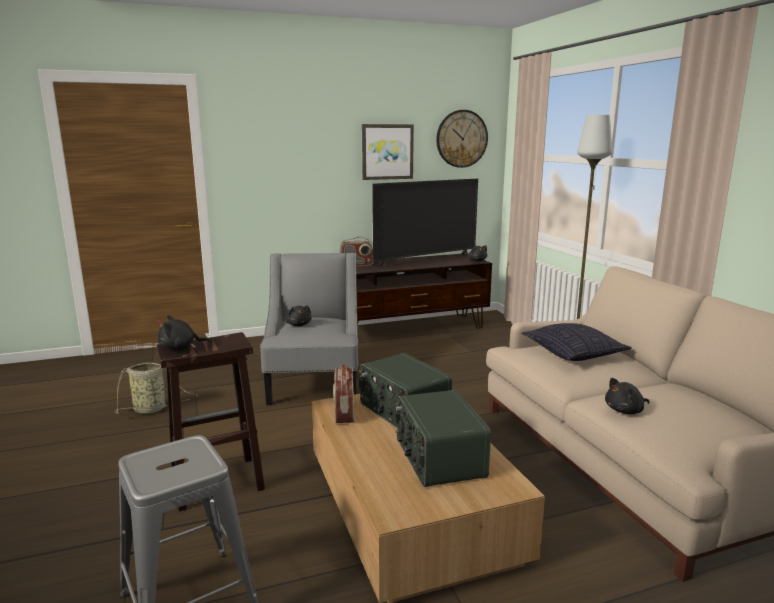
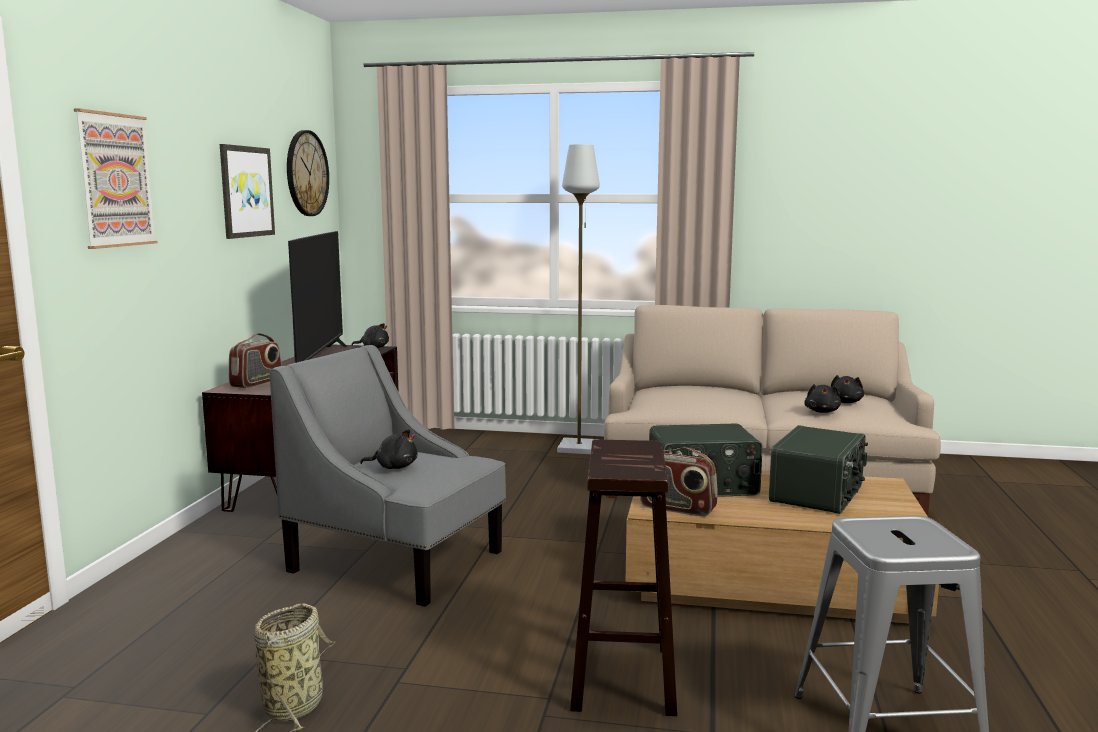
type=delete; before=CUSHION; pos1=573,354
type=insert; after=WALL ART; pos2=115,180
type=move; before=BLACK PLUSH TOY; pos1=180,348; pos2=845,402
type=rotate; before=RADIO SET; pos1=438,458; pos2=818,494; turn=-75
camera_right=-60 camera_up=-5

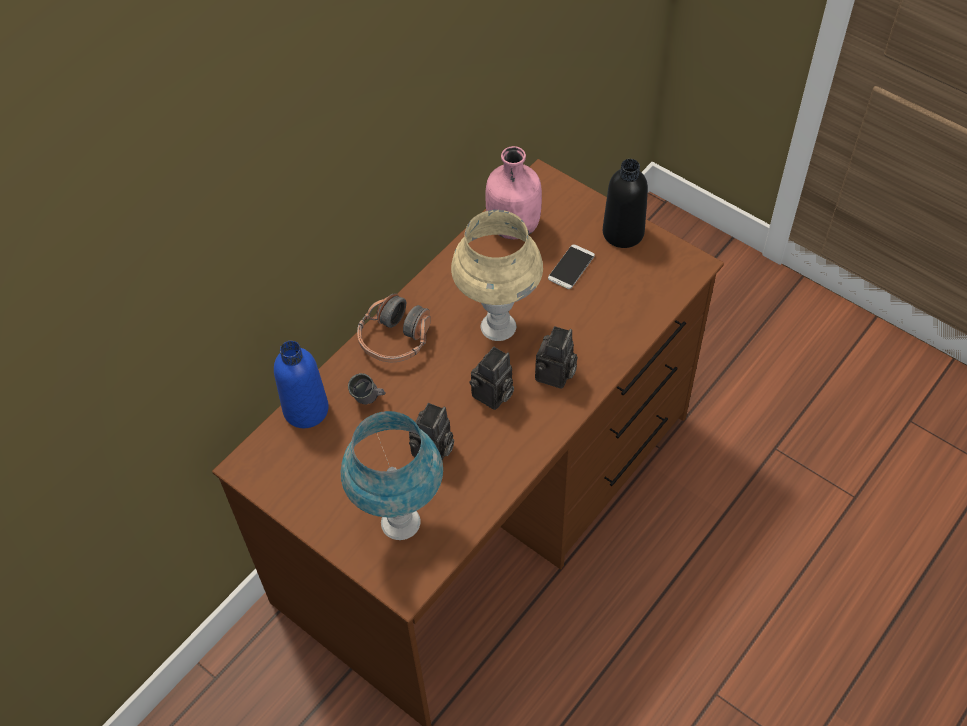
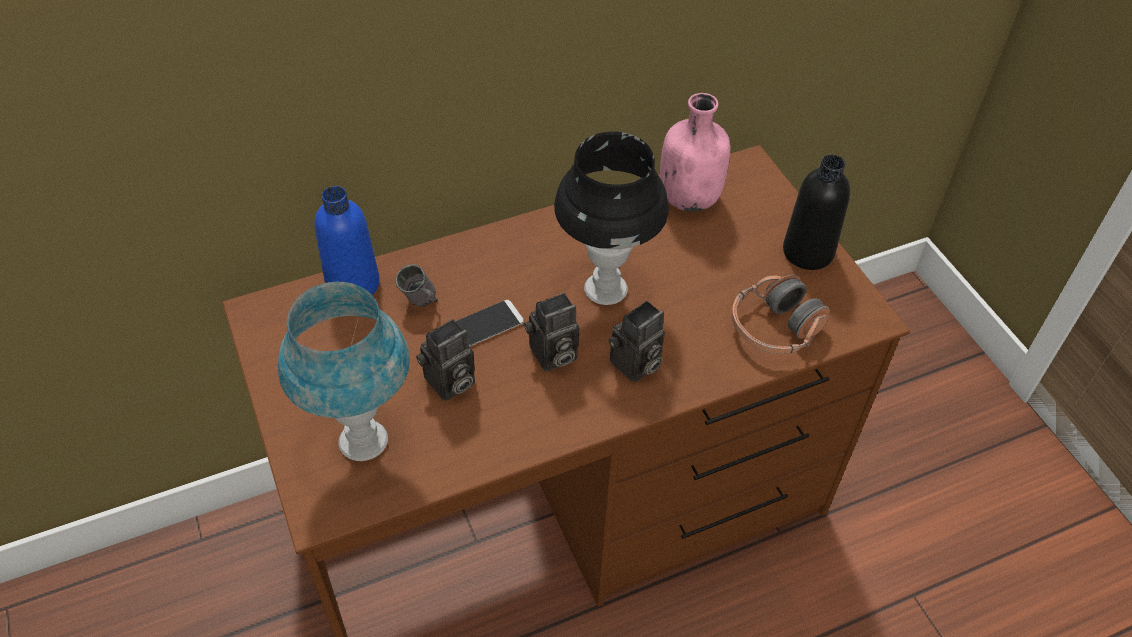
type=move; before=HEADPHONES; pos1=395,339; pos2=775,328
type=move; before=HANDSET; pos1=571,267; pos2=487,324
type=recolor; before=BEIGE-COLOURED TABLE LAMP; after=BLACK TABLE LAMP; pos1=498,327; pos2=605,290
camera_right=25 camera_up=-5

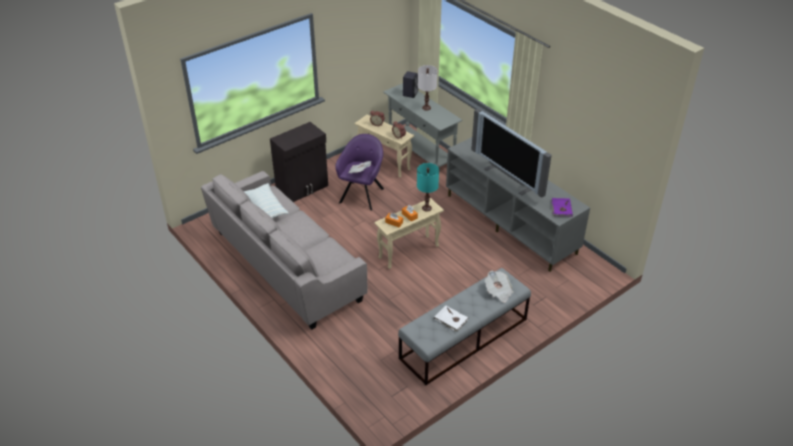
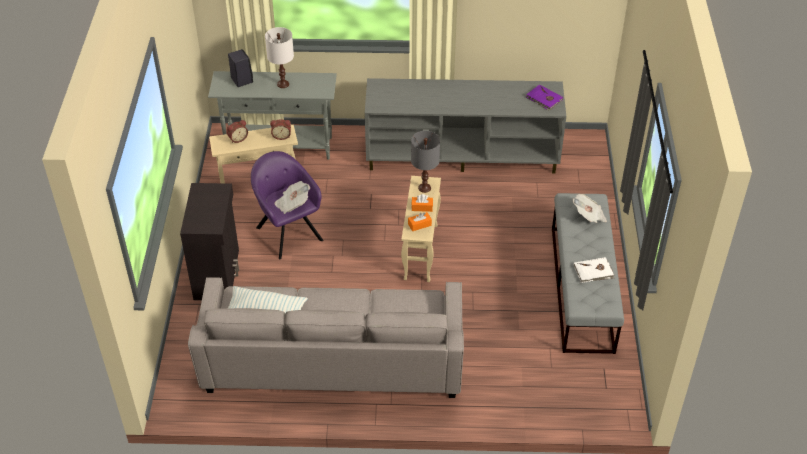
type=delete; before=TV SET; pos1=510,178
type=recolor; before=BLUE-GREEN TABLE LAMP; after=GREYISH TABLE LAMP; pos1=426,208; pos2=424,188
camera_right=-50 camera_up=5

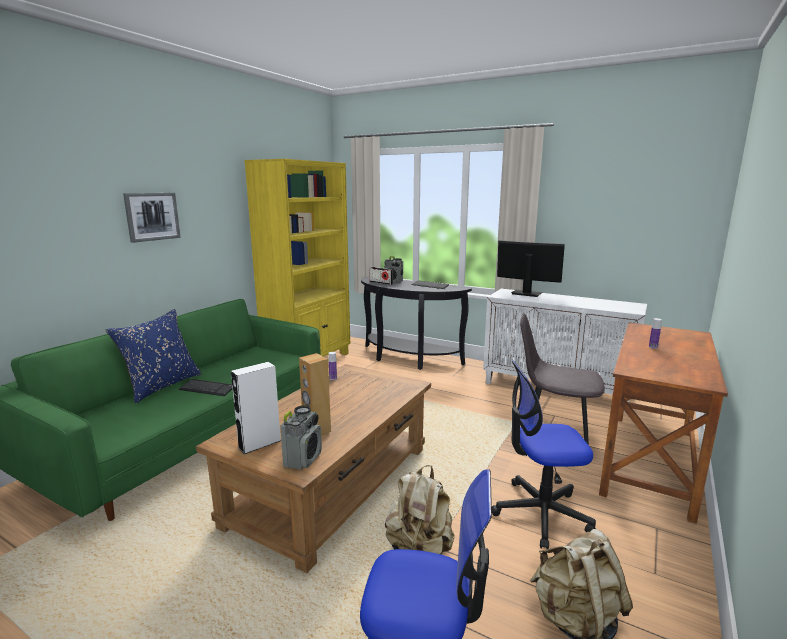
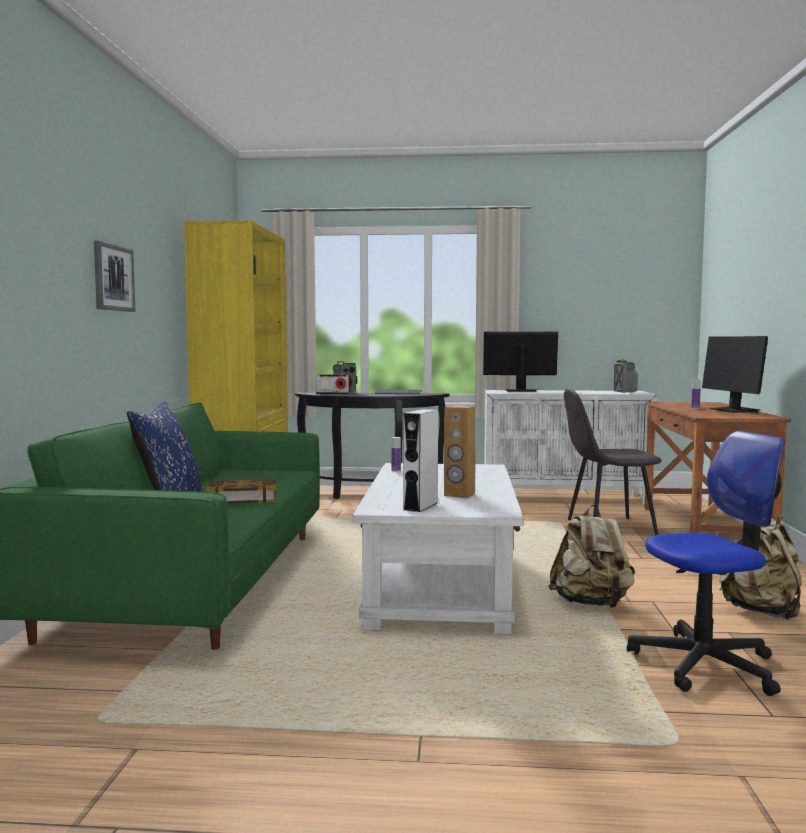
type=delete; before=COMPUTER CHAIR; pos1=540,513
type=insert; after=COMPUTER DISPLAY; pos2=734,410
type=move; before=RADIO SET; pos1=303,459; pos2=625,391
type=replace; before=COMPUTER KEYBOARD; after=VOLUME; pos1=207,389; pos2=242,497
type=recolor; before=BROWN-COLOURED COFFEE TABLE; after=WHITE-COLOURED COFFEE TABLE; pos1=333,484; pos2=440,584
camera_right=-25 camera_up=-10

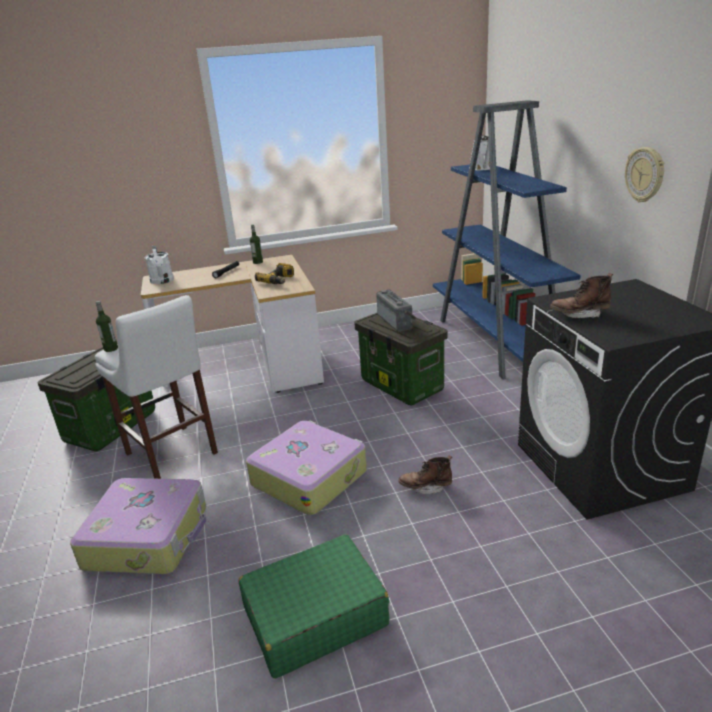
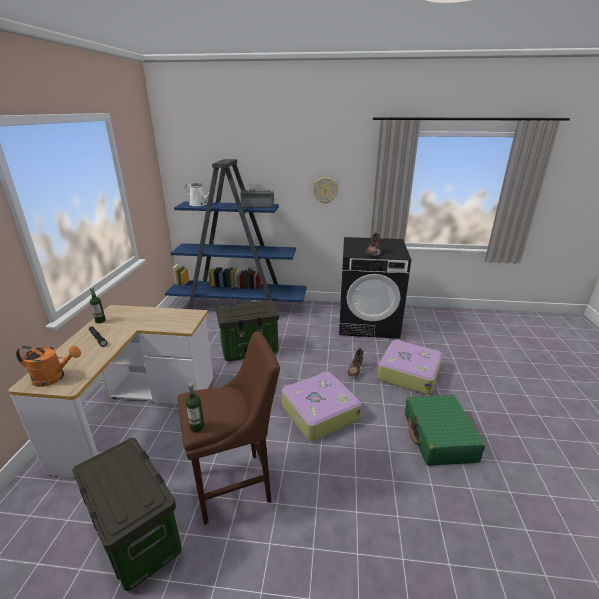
type=delete; before=DRILL; pos1=279,281
type=move; before=PIECE OF LUGGAGE; pos1=149,537; pos2=408,373
type=move; before=RADIO SET; pos1=397,321; pos2=258,206
type=recolor; before=WHITE-COLOURED SITTING STOOL; after=BROWN-COLOURED SITTING STOOL; pos1=173,455; pos2=237,485
type=recolor; before=WHITE-COLOURED WATERING POT; after=ORANGE-COLOURED WATERING POT; pos1=162,281; pos2=54,378
camera_right=-70 camera_up=0

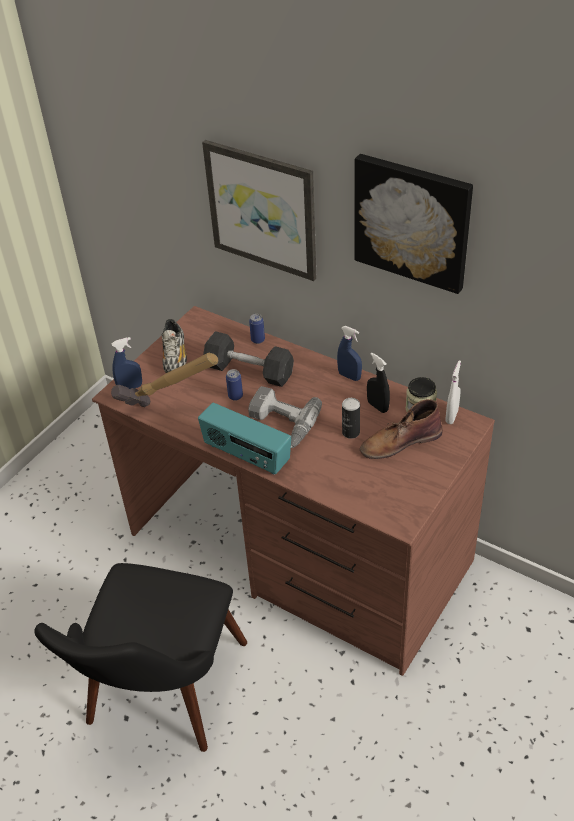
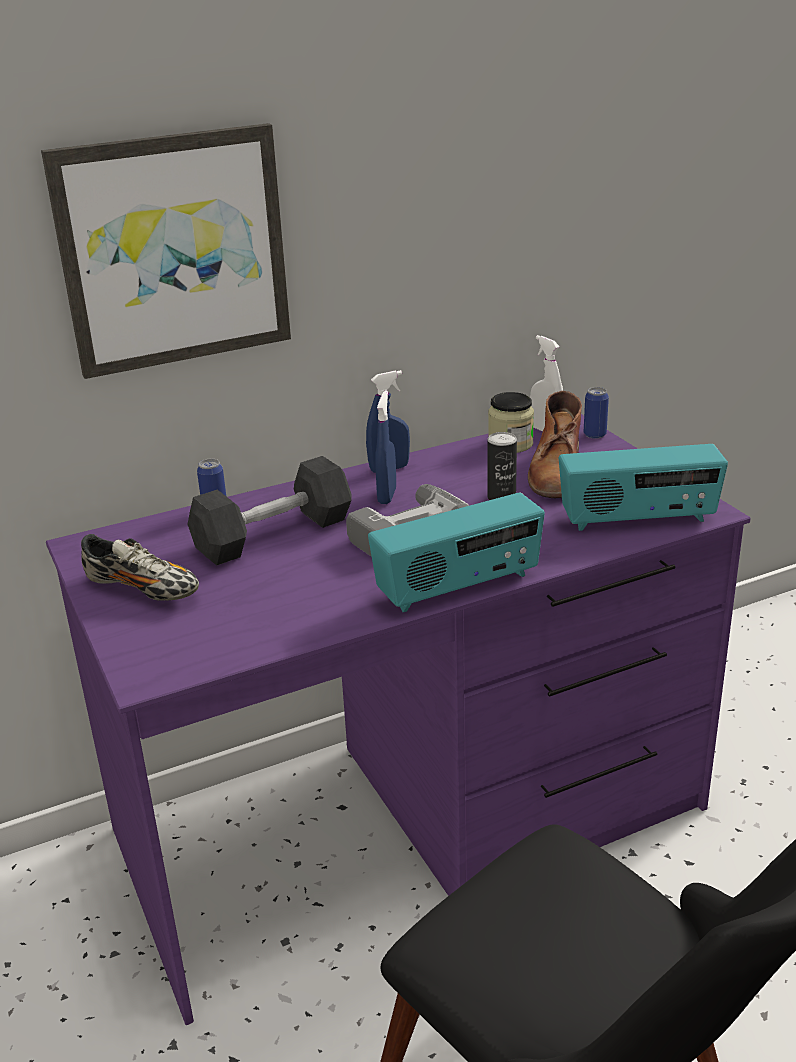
type=delete; before=HAND HAMMER; pos1=170,414
type=delete; before=WALL ART; pos1=413,221
type=delete; before=BLACK HAND SPRAYER; pos1=377,406
type=insert; after=RADIO SET; pos2=638,520
type=move; before=BLUISH HAND SPRAYER; pos1=130,387; pos2=387,496
type=move; before=CAN; pos1=235,396; pos2=594,434
type=recolor; before=BROWN-COLOURED DESK UNIT; after=PURPLE-COLOURED DESK UNIT; pos1=298,548; pos2=411,821
camera_right=-60 camera_up=-15

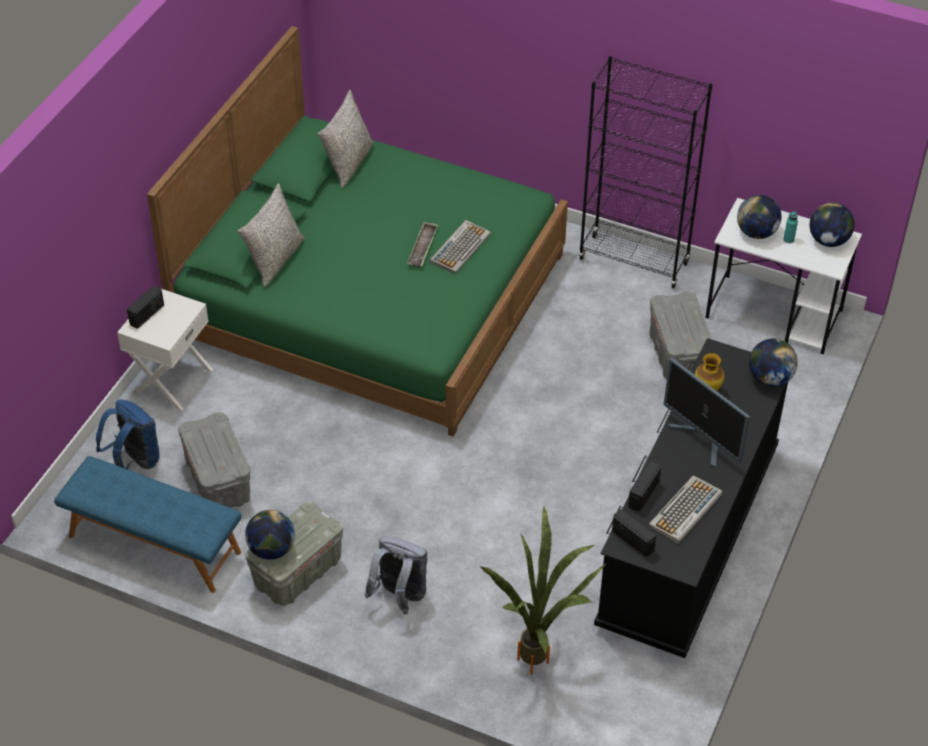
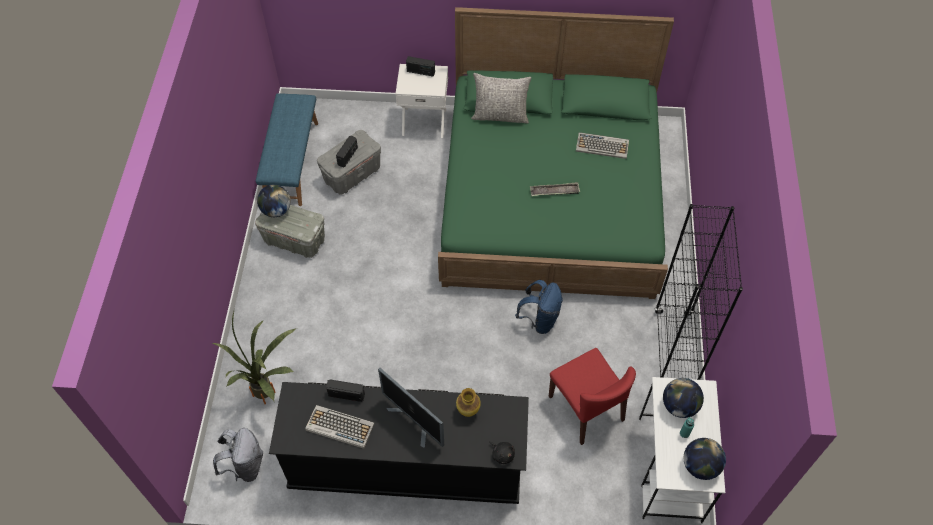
type=delete; before=GREYISH CUSHION; pos1=348,163
type=move; before=BLUISH KNAPSACK; pos1=134,461; pos2=540,319
type=move; before=GREYISH KNAPSACK; pos1=399,596; pos2=245,465
type=move; before=COMPUTER KEYBOARD; pos1=460,247; pos2=602,146
type=move; before=RADIO SET; pos1=633,540; pos2=348,156
type=replace; before=GREYISH STORAGE CONTAINER; after=RED-COLOURED PLAIN CHAIR; pos1=678,356; pos2=586,408
type=replace; before=DESK GLOBE; after=BLACK PLUSH TOY; pos1=769,378; pos2=502,454
type=rotate; before=COMPUTER DISPLAY; pos1=703,440; pos2=415,421; turn=-75
camera_right=70 camera_up=10

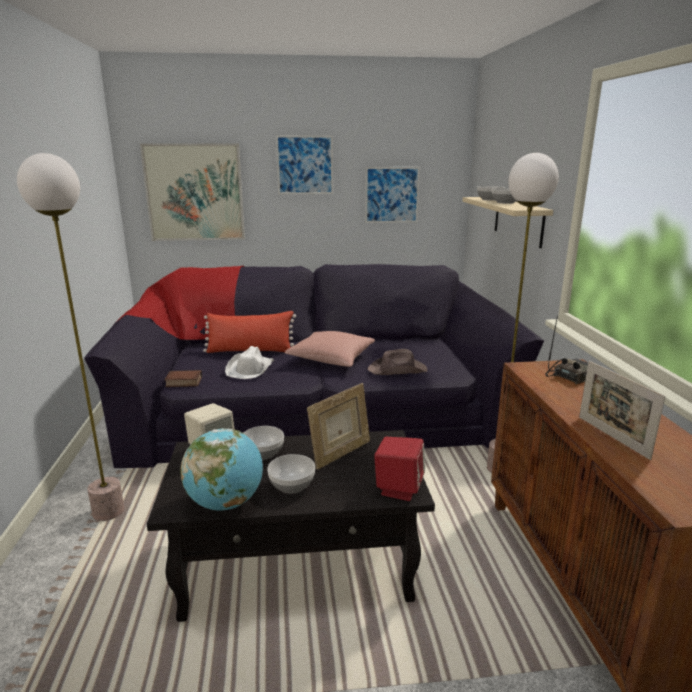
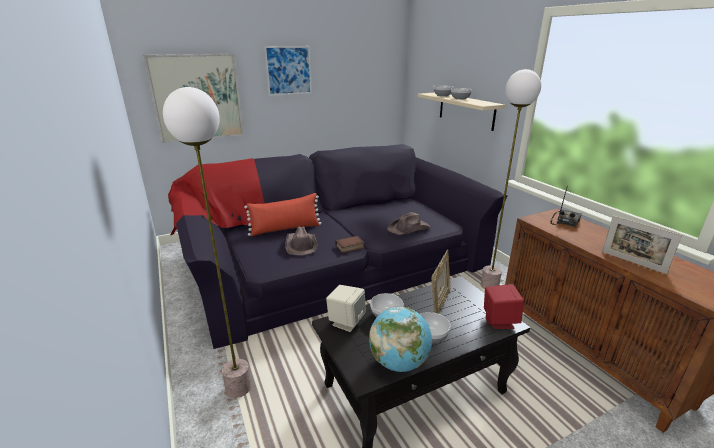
type=delete; before=PINKISH CUSHION; pos1=331,359
type=delete; before=WALL ART; pos1=391,195
type=move; before=VOLUME; pos1=183,382; pos2=350,247
type=recolor; before=WHITE-COLOURED CLOTHING HAT; after=BROWN-COLOURED CLOTHING HAT; pos1=250,369; pos2=301,245
camera_right=-20 camera_up=5

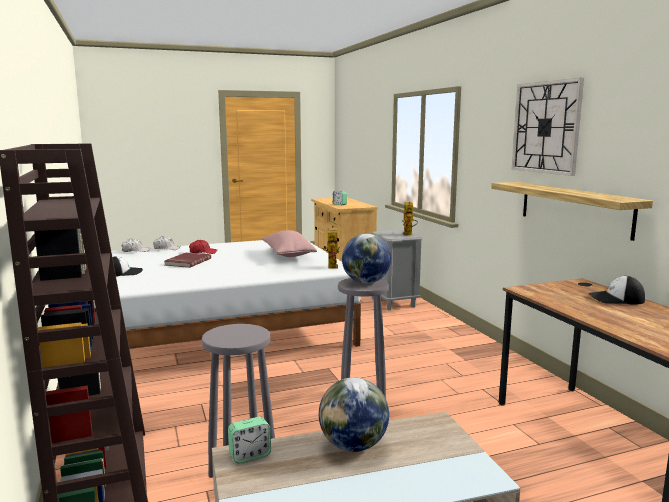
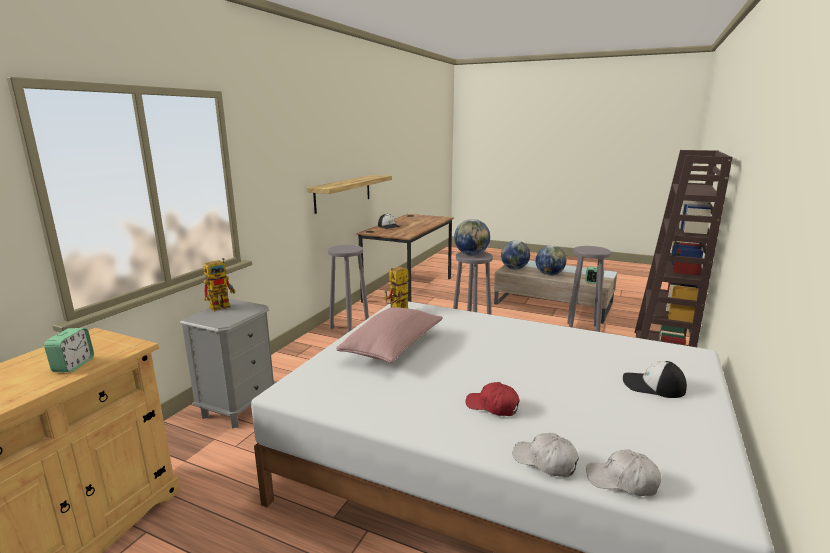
type=delete; before=RED-COLOURED VOLUME; pos1=187,262
type=delete; before=HANGING CLOCK; pos1=546,127
type=insert; after=GREYISH SITTING STOOL; pos2=349,327
type=insert; after=DESK GLOBE; pos2=514,268
camera_right=-135 camera_up=5

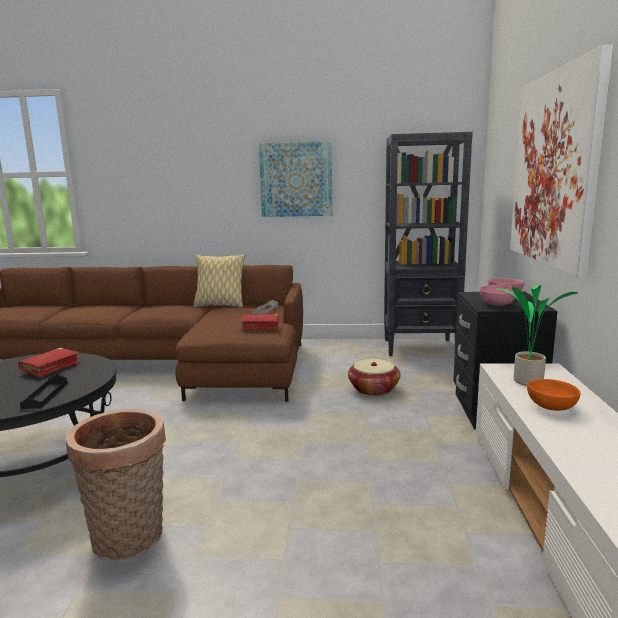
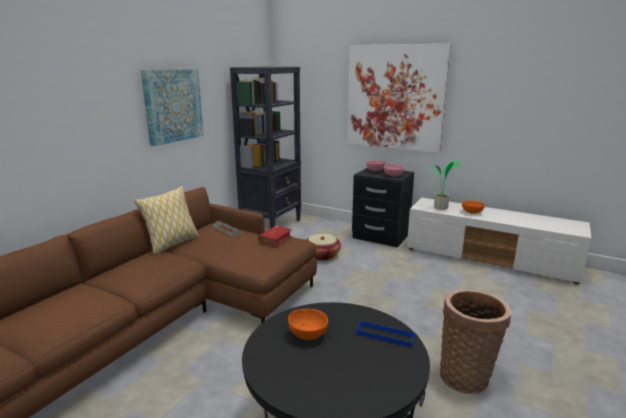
type=replace; before=RED-COLOURED VOLUME; after=ORANGE-COLOURED BOWL; pos1=51,368; pos2=307,334
type=recolor; before=BLACK TRAY; after=BLUISH TRAY; pos1=45,395; pos2=385,336
camera_right=-65 camera_up=5

